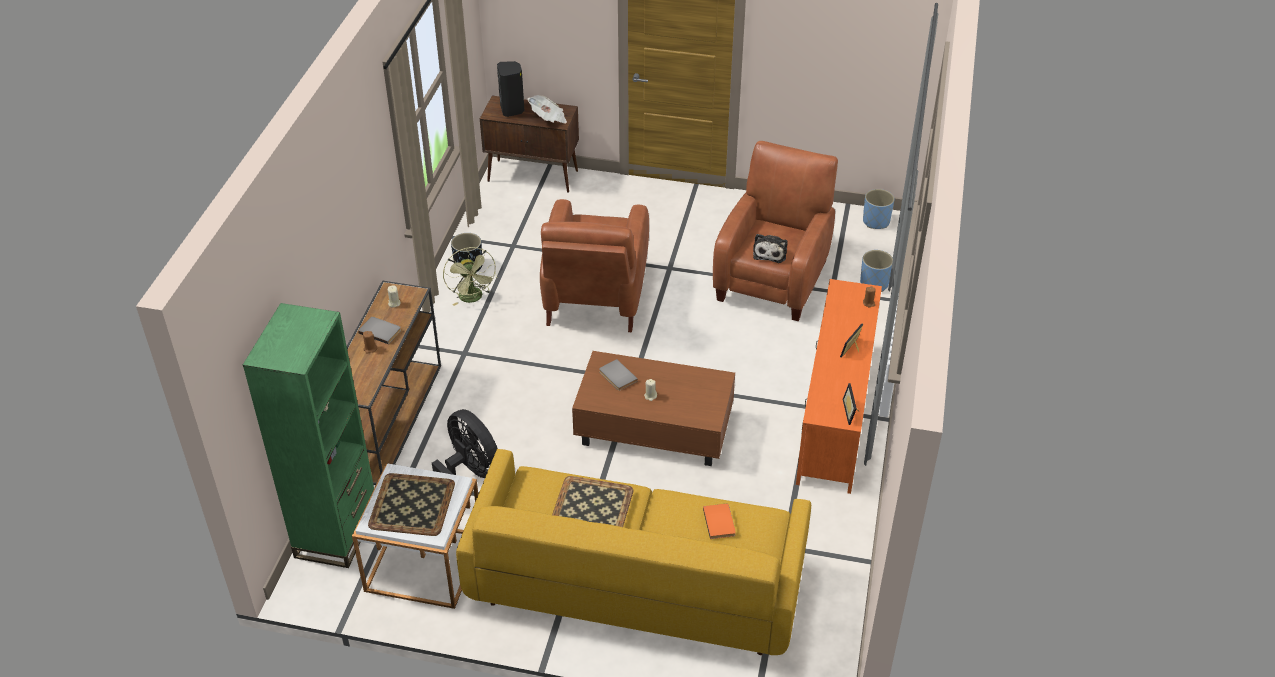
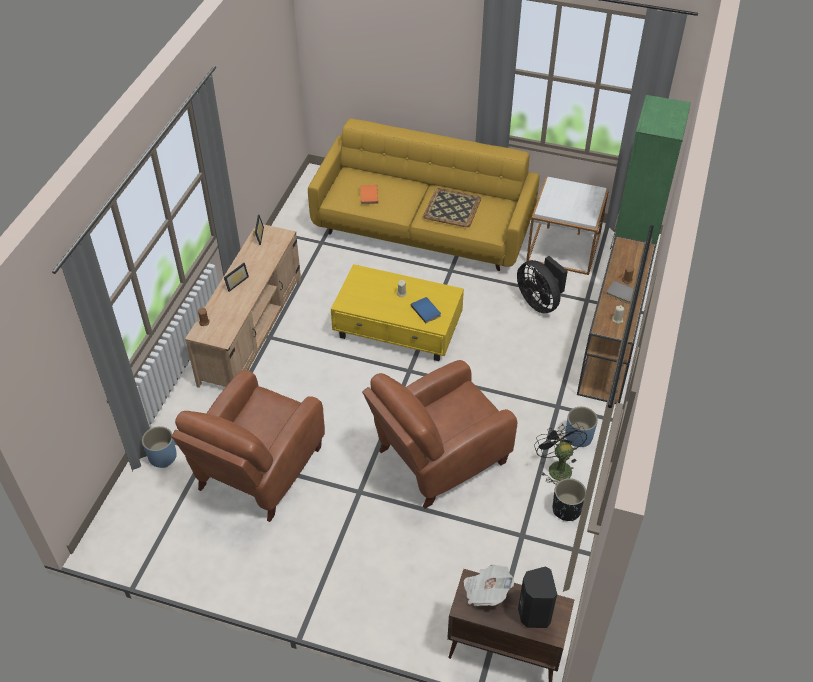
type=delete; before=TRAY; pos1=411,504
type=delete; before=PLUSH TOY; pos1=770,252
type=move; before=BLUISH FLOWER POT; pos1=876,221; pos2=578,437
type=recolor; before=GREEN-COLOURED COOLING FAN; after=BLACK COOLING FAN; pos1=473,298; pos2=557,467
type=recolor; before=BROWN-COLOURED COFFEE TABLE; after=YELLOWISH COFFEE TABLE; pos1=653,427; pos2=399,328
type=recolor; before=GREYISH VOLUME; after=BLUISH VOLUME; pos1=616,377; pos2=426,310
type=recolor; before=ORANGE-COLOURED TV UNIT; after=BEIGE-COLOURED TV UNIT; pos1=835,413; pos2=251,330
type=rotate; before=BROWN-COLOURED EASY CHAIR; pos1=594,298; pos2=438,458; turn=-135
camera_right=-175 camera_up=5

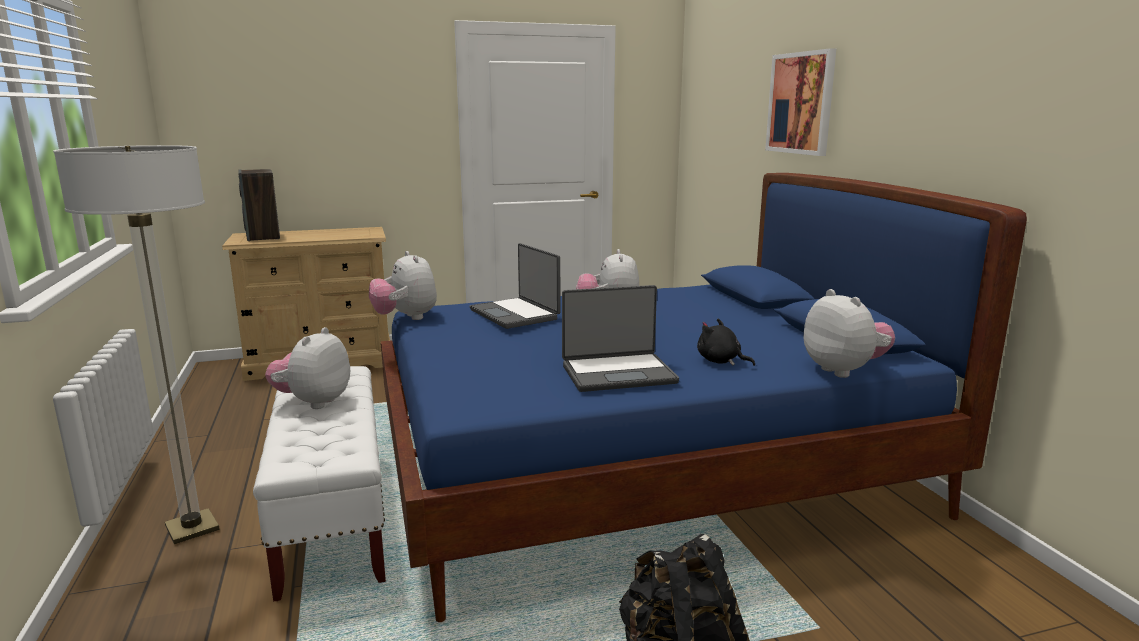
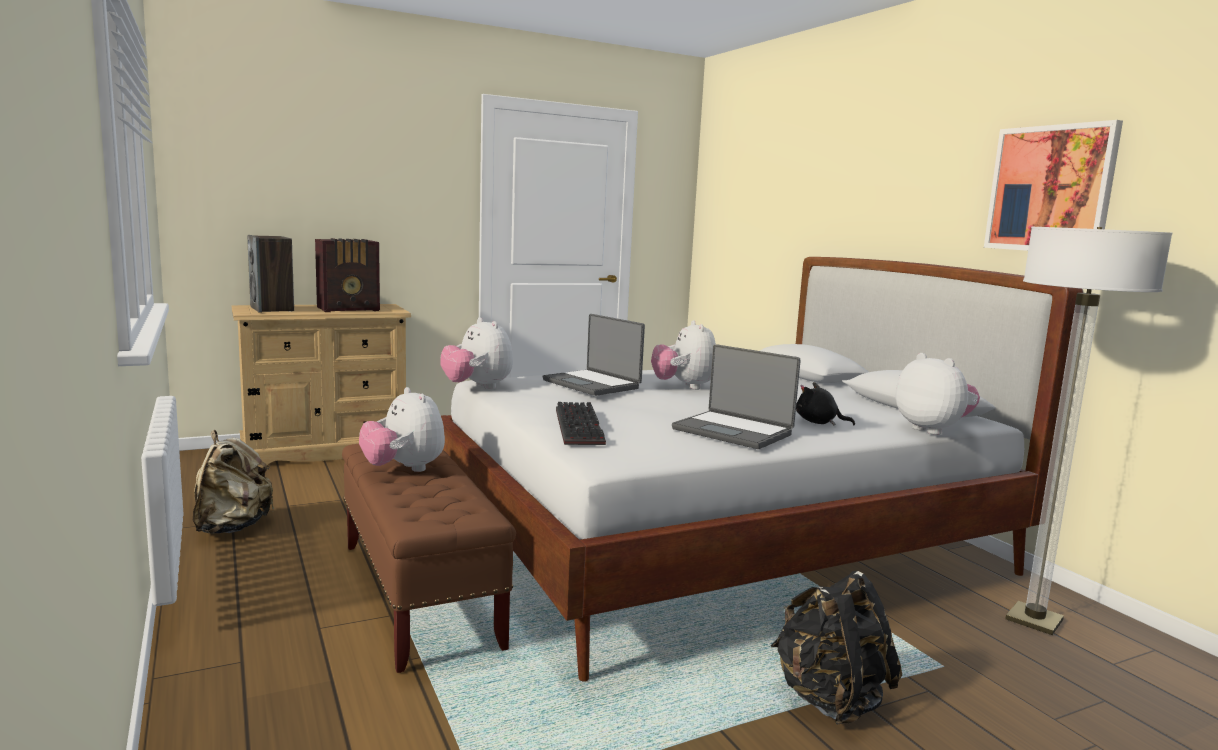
type=insert; after=BEIGE-COLOURED KNAPSACK; pos2=232,528
type=insert; after=RADIO SET; pos2=350,309
type=insert; after=COMPUTER KEYBOARD; pos2=581,427
type=move; before=STANDING LAMP; pos1=192,528; pos2=1034,620
type=move; before=WALL ART; pos1=801,103; pos2=1050,189
type=recolor; before=WHITE-COLOURED LONG SEAT; after=BROWN-COLOURED LONG SEAT; pos1=332,516; pos2=418,594
type=recolor; before=BLUISH SLEEPING BED; after=WHITE-COLOURED SLEEPING BED; pos1=643,470; pos2=719,543
type=rotate; before=PLUSH TOY; pos1=313,402; pos2=404,469; turn=-45
type=rotate; before=NOTEBOOK COMPUTER; pos1=618,373; pos2=733,431; turn=60
camera_right=-10 camera_up=-5

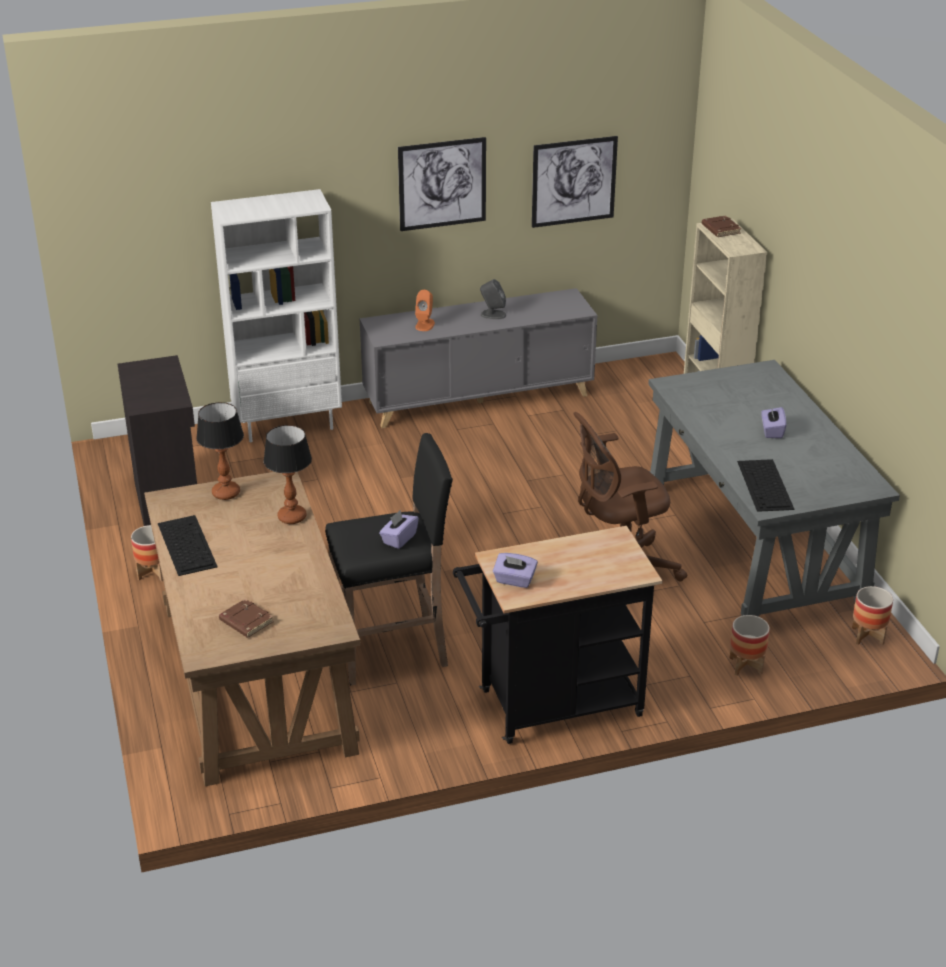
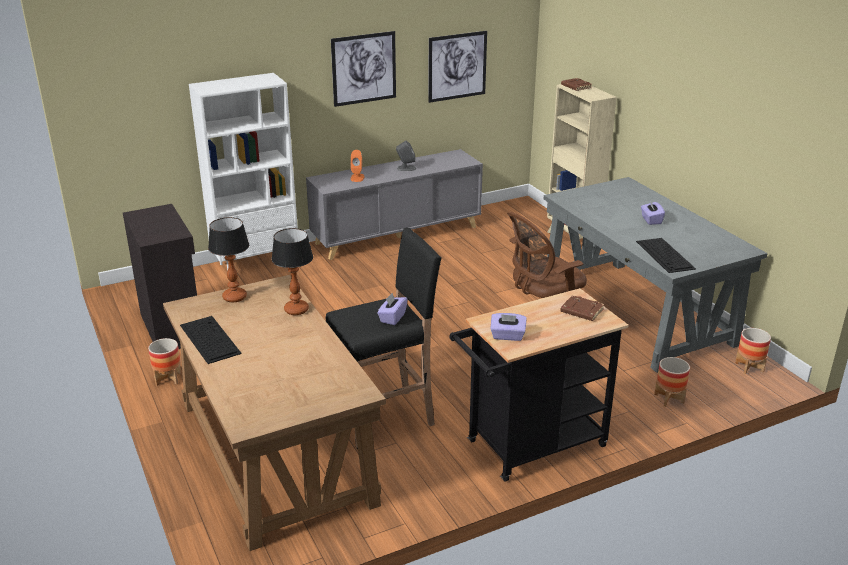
type=move; before=BROWN-COLOURED VOLUME; pos1=245,622; pos2=581,311
camera_right=-10 camera_up=-5

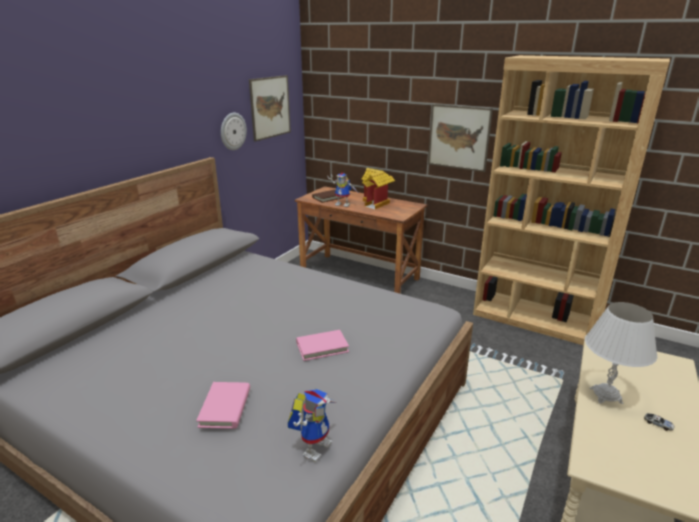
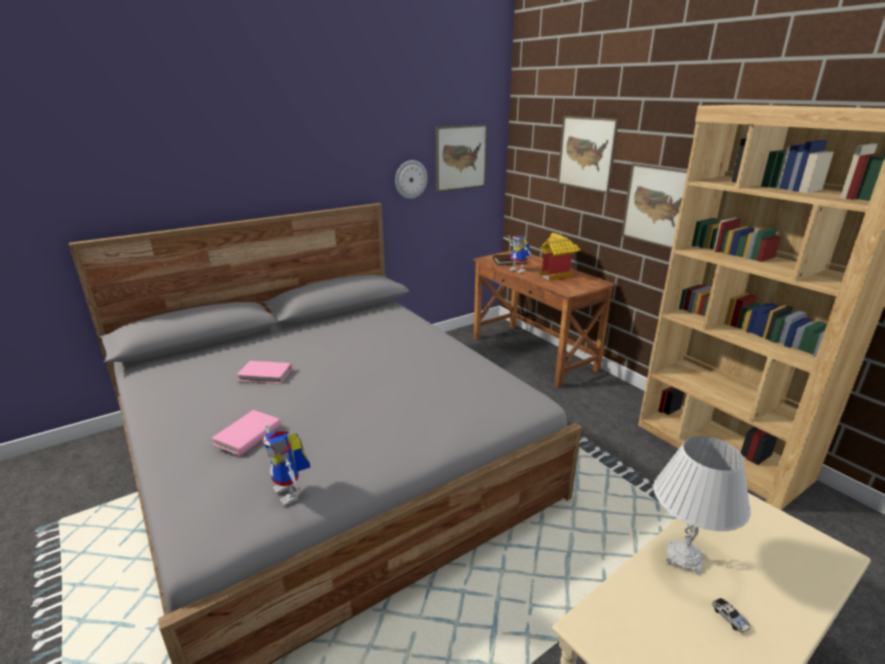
type=insert; after=WALL ART; pos2=586,153
type=move; before=PINKISH VOLUME; pos1=322,347; pos2=265,374
type=rotate; before=MODEL ROBOT; pos1=314,445; pos2=292,493; turn=90
camera_right=25 camera_up=0

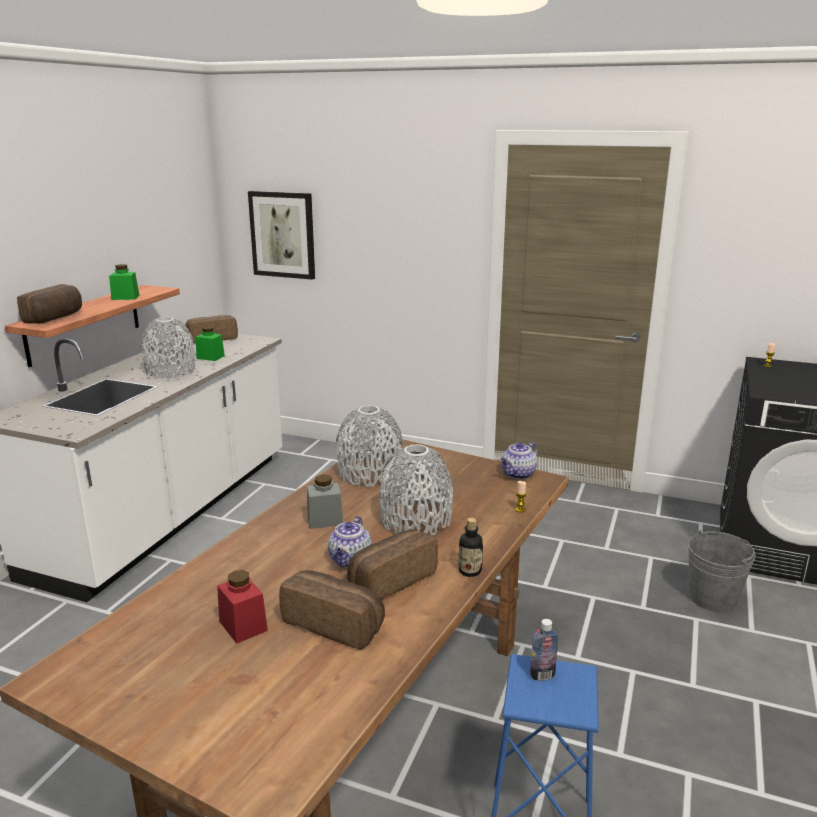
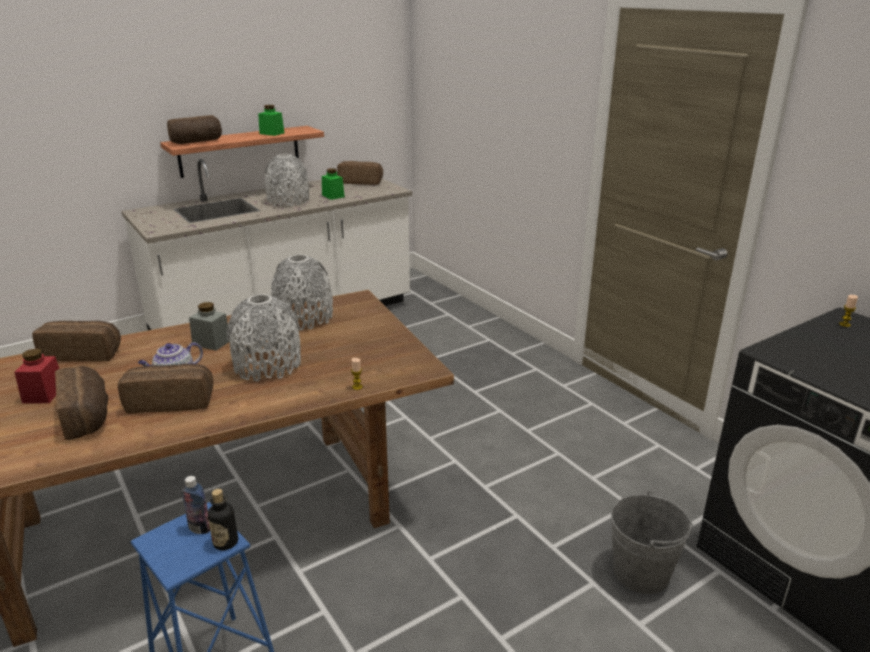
type=delete; before=WALL ART; pos1=283,235
type=delete; before=POT FOR TEA; pos1=518,474
type=insert; after=BAKED BREAD; pos2=83,354
type=move; before=BOTTLE; pos1=470,571; pos2=225,542
camera_right=35 camera_up=5

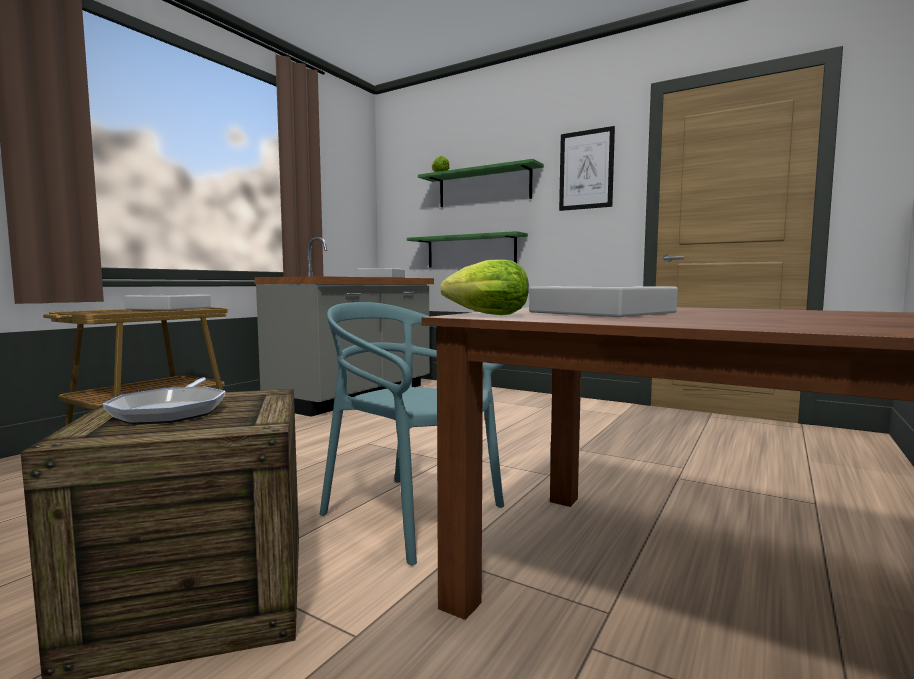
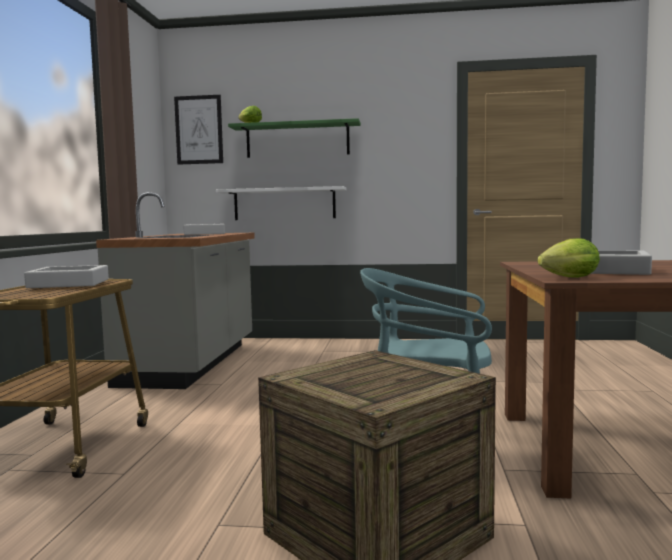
type=delete; before=FRYING PAN; pos1=171,411
type=move; before=WALL ART; pos1=586,170; pos2=199,130
type=recolor; before=GREEN-COLOURED WALL SHELF; after=WHITE-COLOURED WALL SHELF; pos1=470,251; pos2=284,204
camera_right=-25 camera_up=0

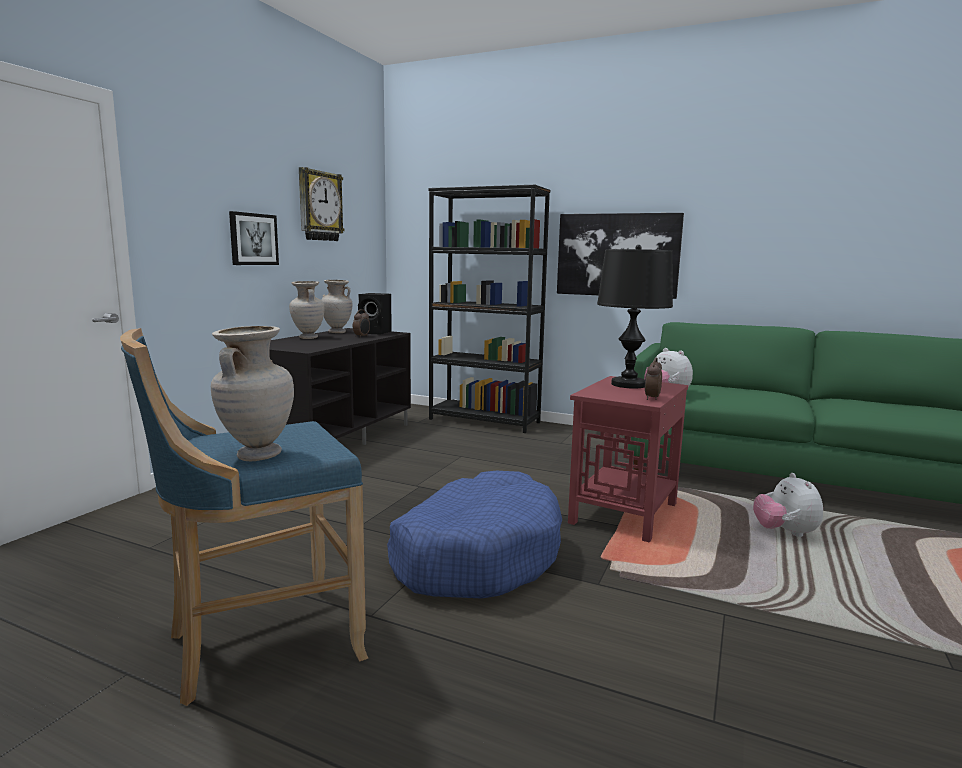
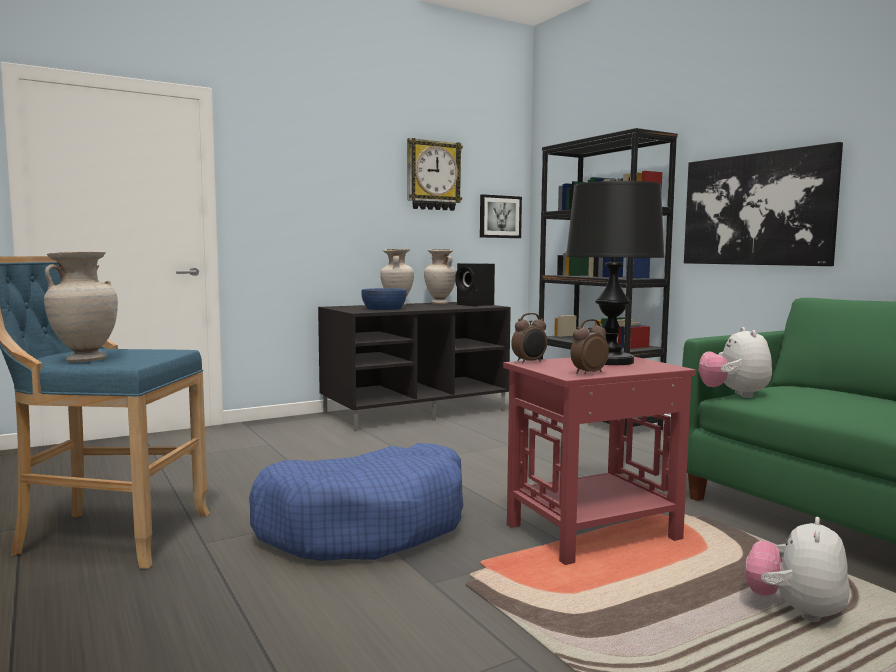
type=insert; after=BLUISH BOWL; pos2=384,308
type=move; before=WALL ART; pos1=253,239; pos2=499,216
type=move; before=BEDSIDE CLOCK; pos1=362,336; pos2=529,362
camera_right=35 camera_up=-5

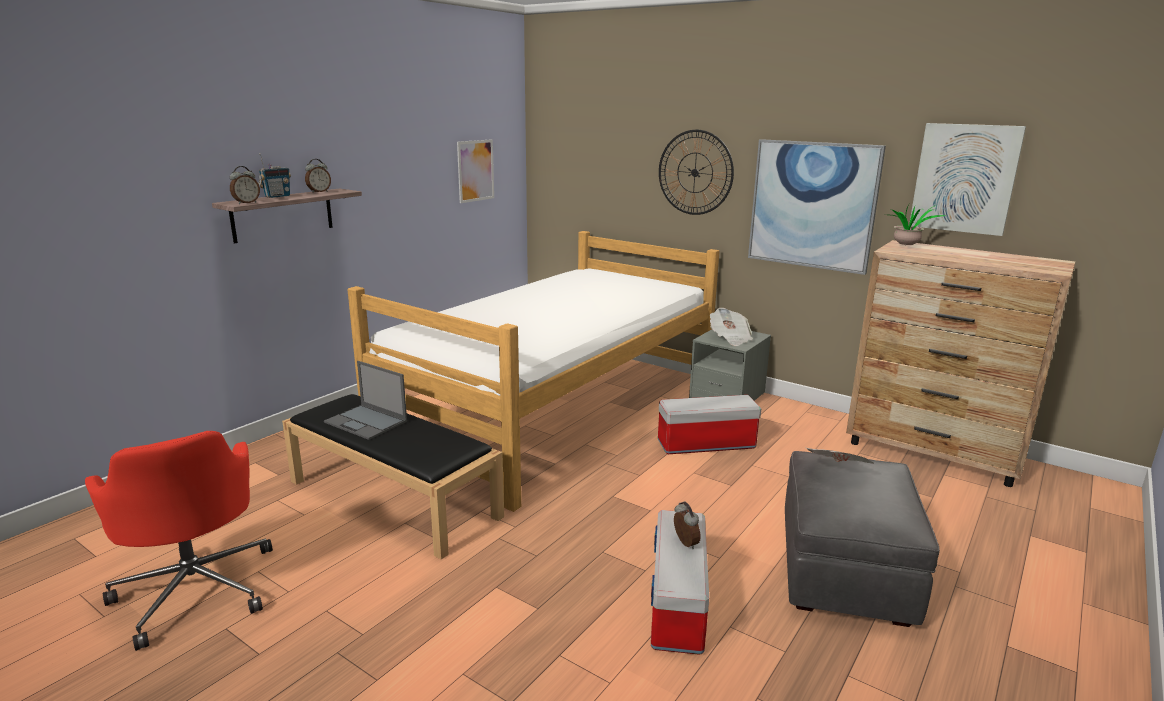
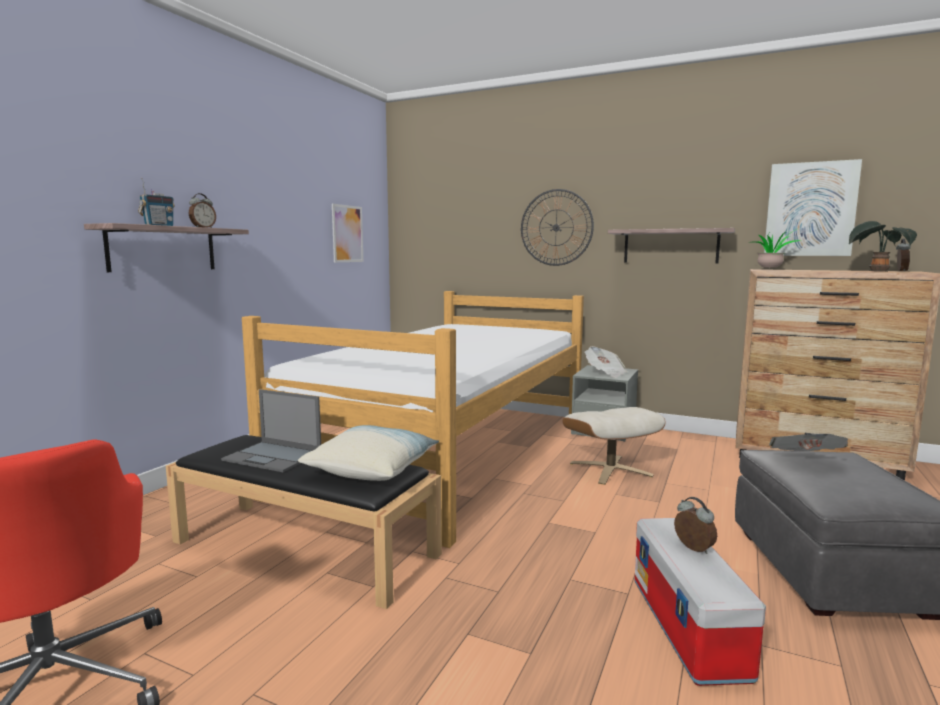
type=insert; after=CUSHION; pos2=372,469
type=insert; after=HOUSEPLANT; pos2=876,271
type=move; before=BEDSIDE CLOCK; pos1=246,203; pos2=900,271
type=replace; before=STORAGE CONTAINER; after=BEIGE-COLOURED FOOTREST; pos1=705,445; pos2=610,469
type=replace; before=WALL ART; after=WALL SHELF; pos1=812,205; pos2=670,246
camera_right=-10 camera_up=-10

